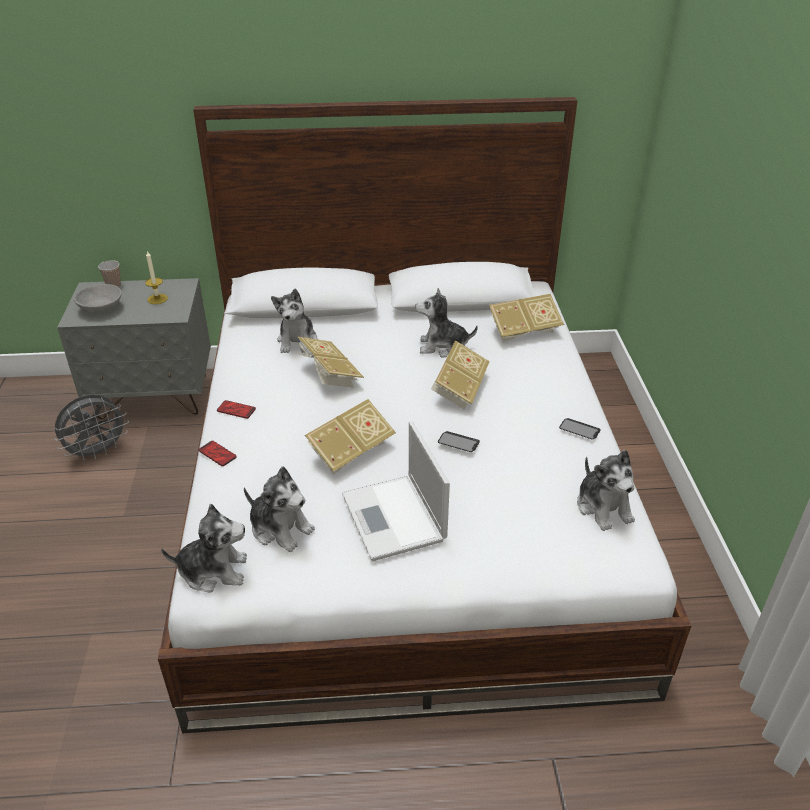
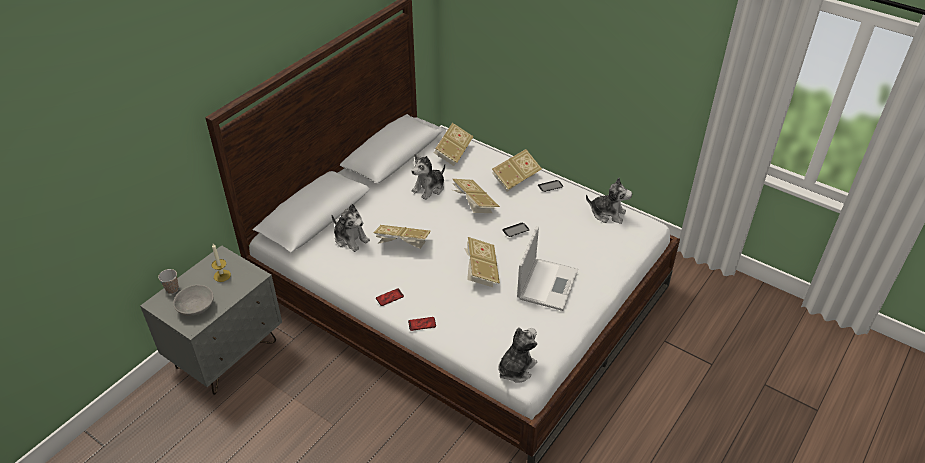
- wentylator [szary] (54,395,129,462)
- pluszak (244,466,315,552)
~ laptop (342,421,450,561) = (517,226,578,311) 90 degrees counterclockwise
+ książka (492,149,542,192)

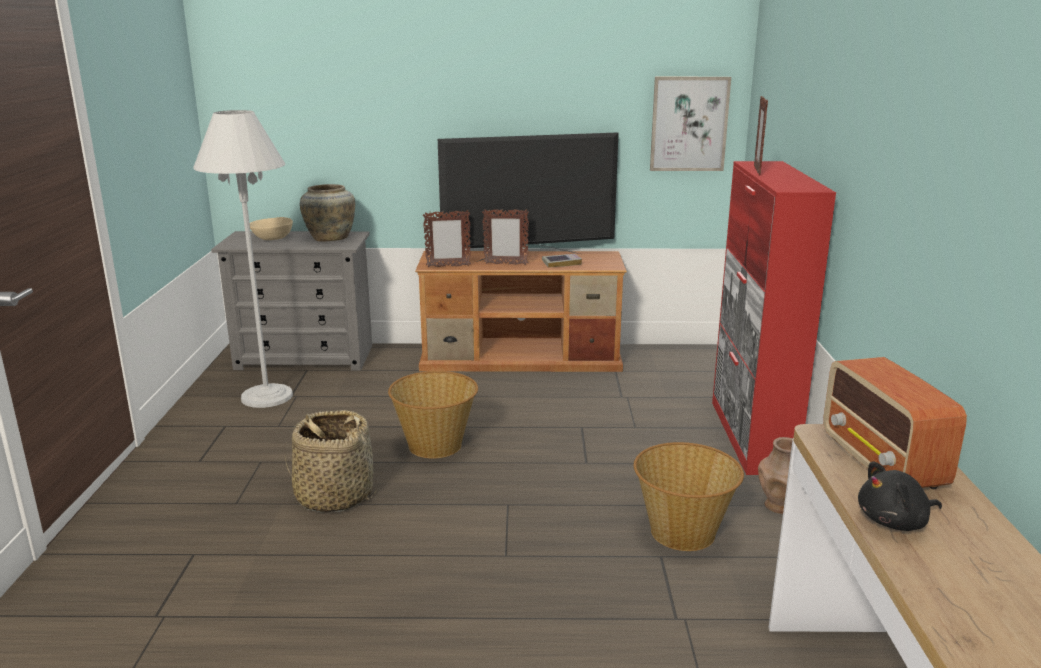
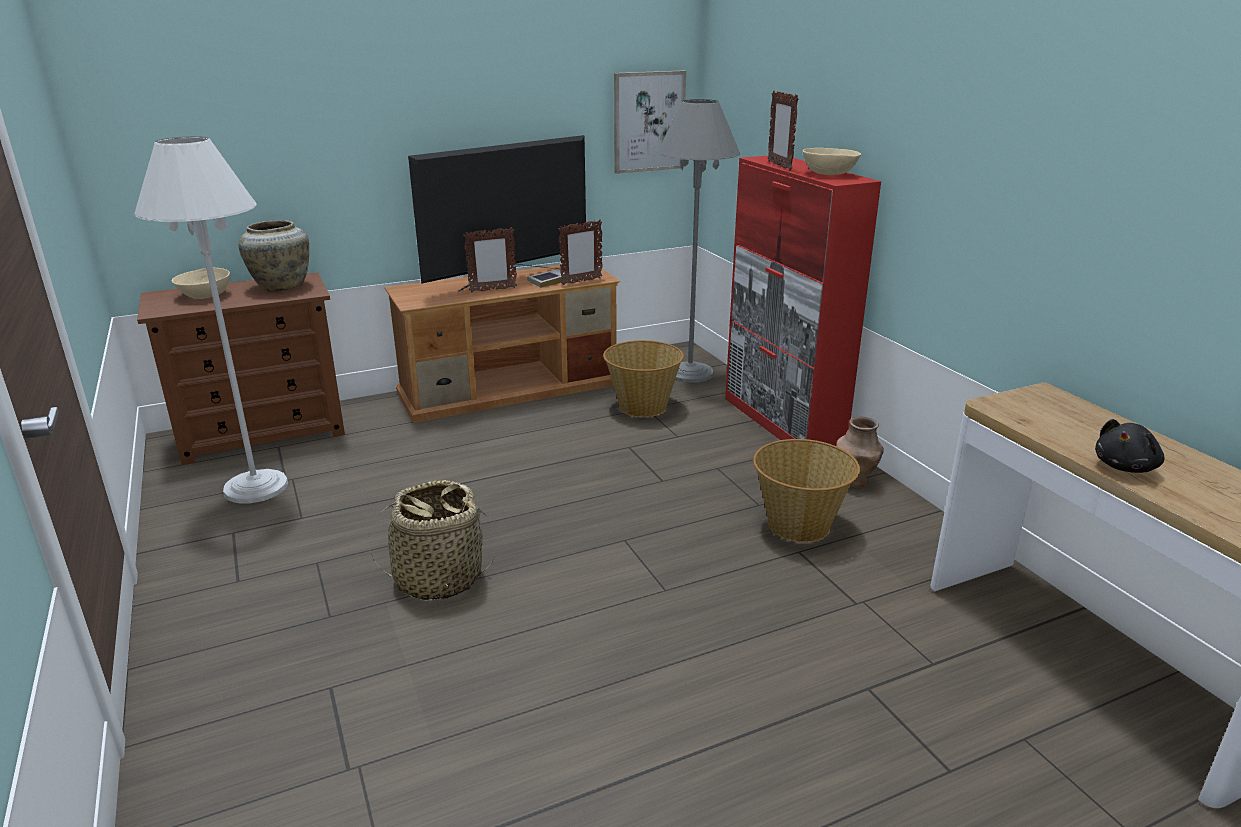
~ komoda [szary] (211,231,372,370) to komoda [brązowy] (137,272,345,465)
~ koszyk (388,371,478,458) to (603,340,684,417)
~ ramka na zdjęcie (423,210,471,267) to (558,220,603,285)
- radio (823,357,967,489)
+ lampa stojąca [szary] (657,99,740,383)
+ miska [beżowy] (803,148,861,175)

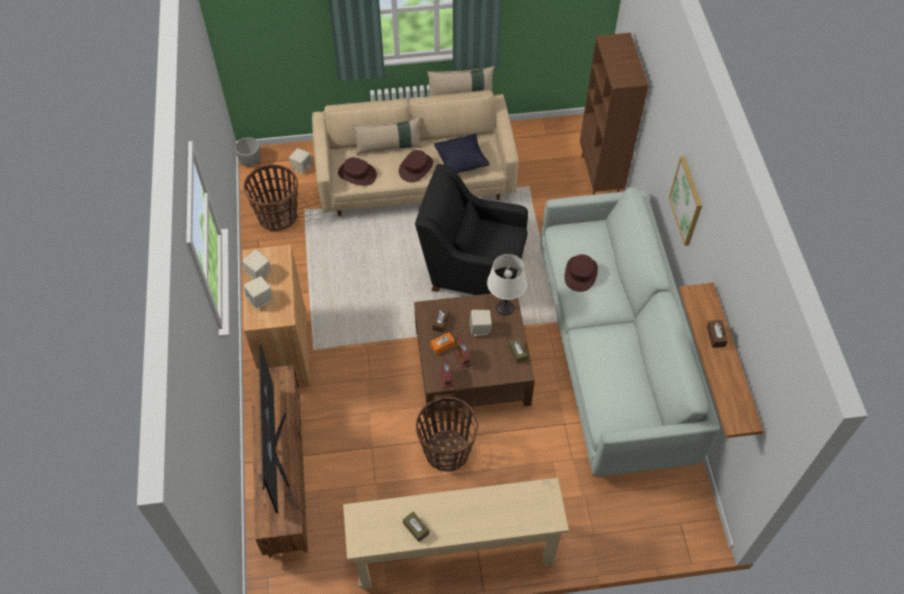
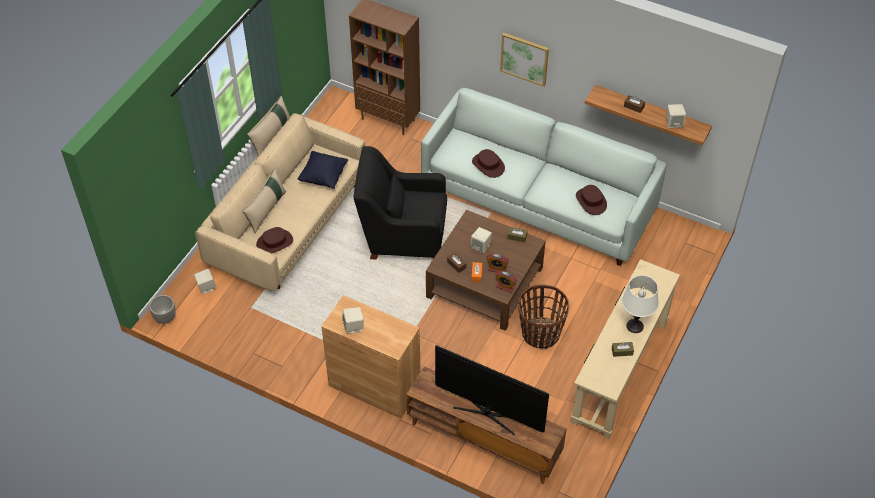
- koszyk (244,164,298,231)
~ głośnik [beżowy] (244,276,272,309) to (666,104,686,128)
~ kapelusz [brązowy] (399,150,433,182) to (576,185,607,215)
~ fotel [czarny] (415,164,528,295) = (353,146,447,260) 45 degrees clockwise
~ lampa stołowa [biały] (487,254,527,316) to (622,275,659,333)

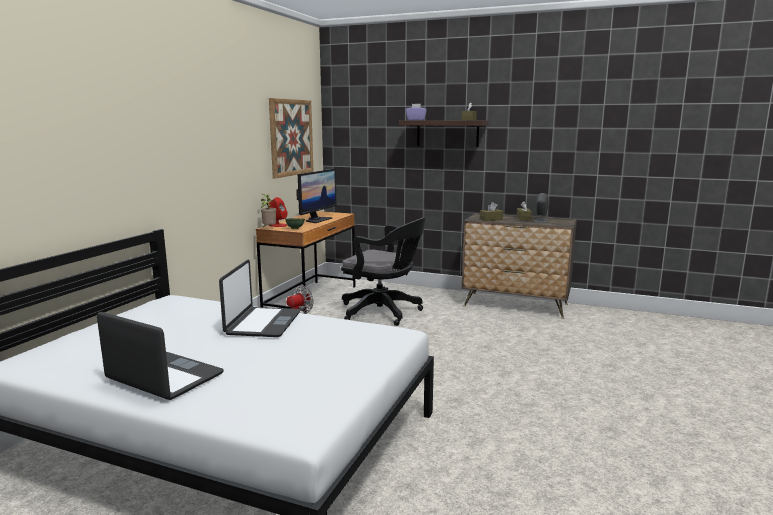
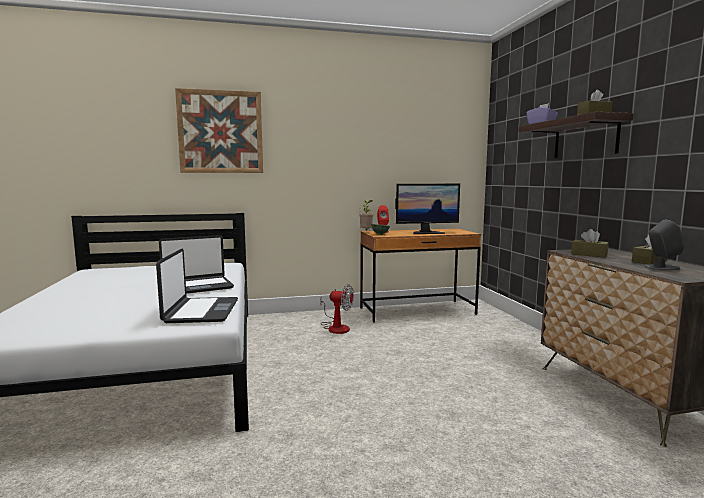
~ laptop (97,312,224,400) to (156,248,238,323)
~ obraz (269,98,314,179) to (175,88,263,173)
- krzesło biurowe [czarny] (341,217,426,326)

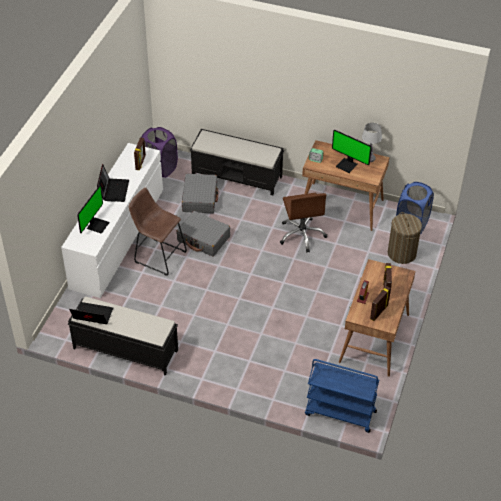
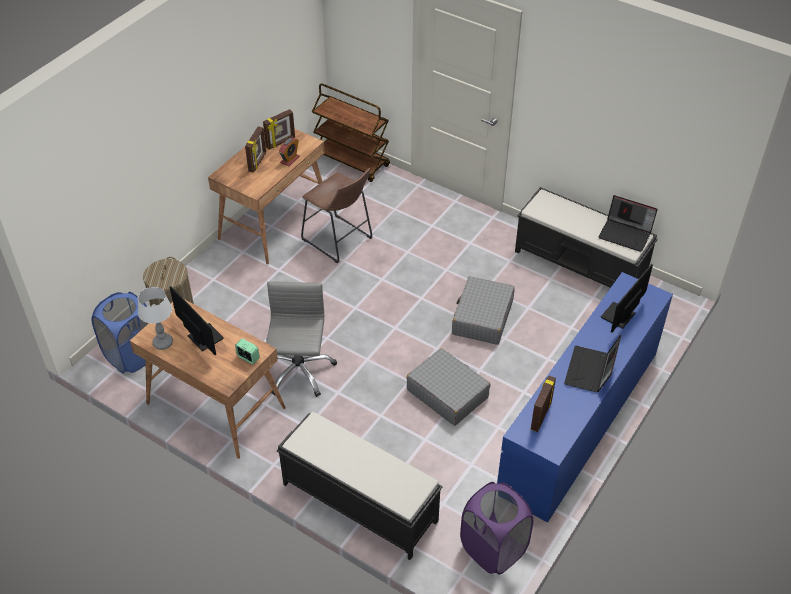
~ komoda [biały] (61,143,163,298) to komoda [niebieski] (497,272,673,523)
~ stołek [brązowy] (129,187,187,276) to (301,168,372,264)
~ walizka [szary] (182,174,218,213) to (452,276,515,345)
~ krzesło biurowe [brązowy] (280,193,327,253) to krzesło biurowe [szary] (266,281,337,397)
~ wózek [niebieski] (305,359,379,433) to wózek [brązowy] (312,83,390,182)

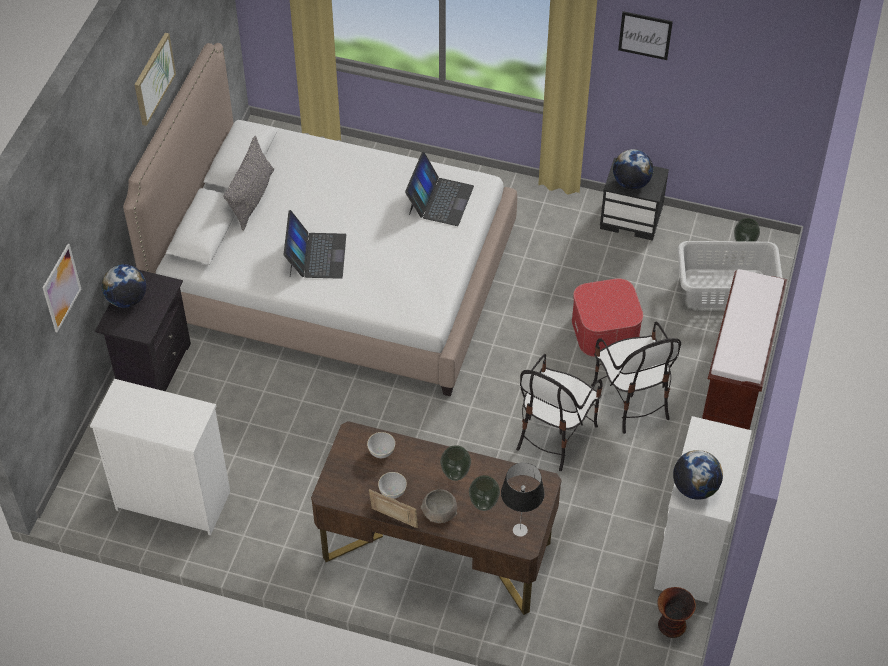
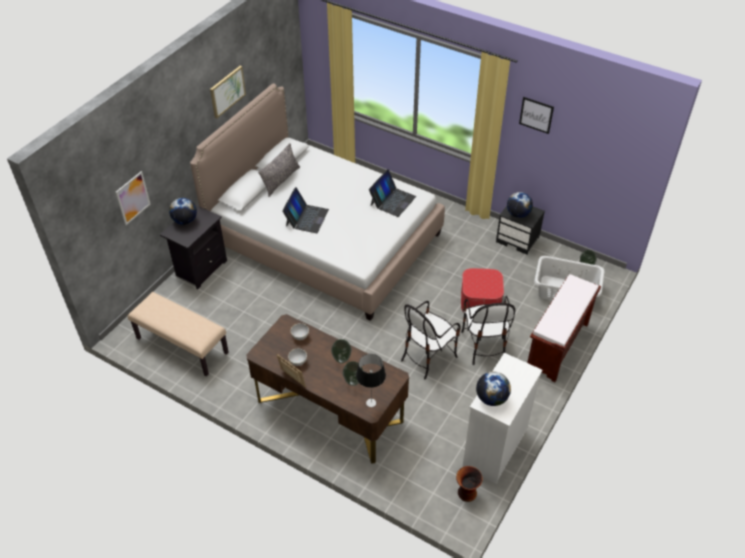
~ komoda [biały] (90,379,230,536) to ławka [beżowy] (128,292,229,376)
- miska [szary] (421,489,457,523)

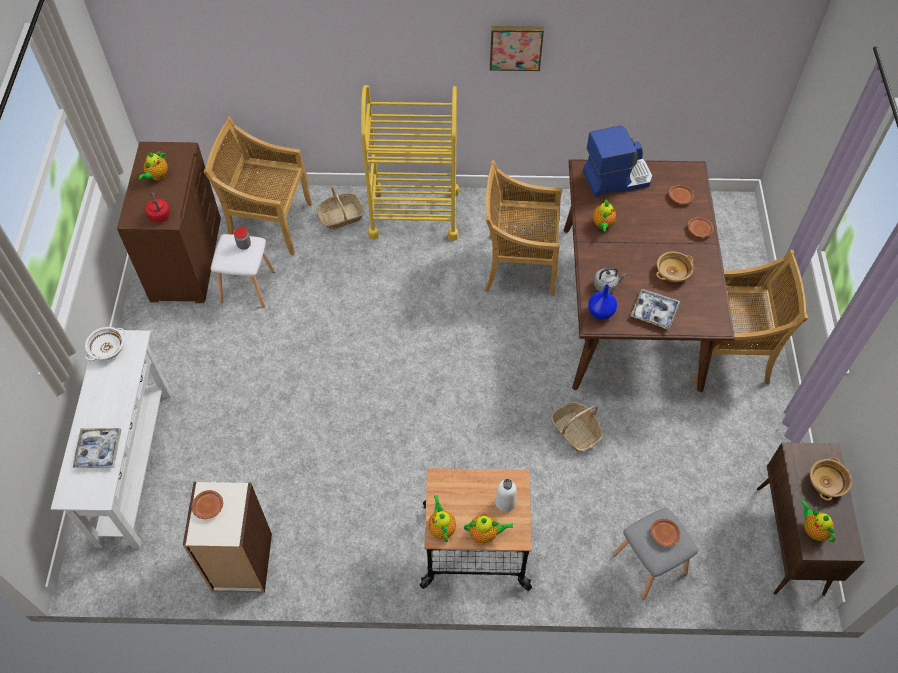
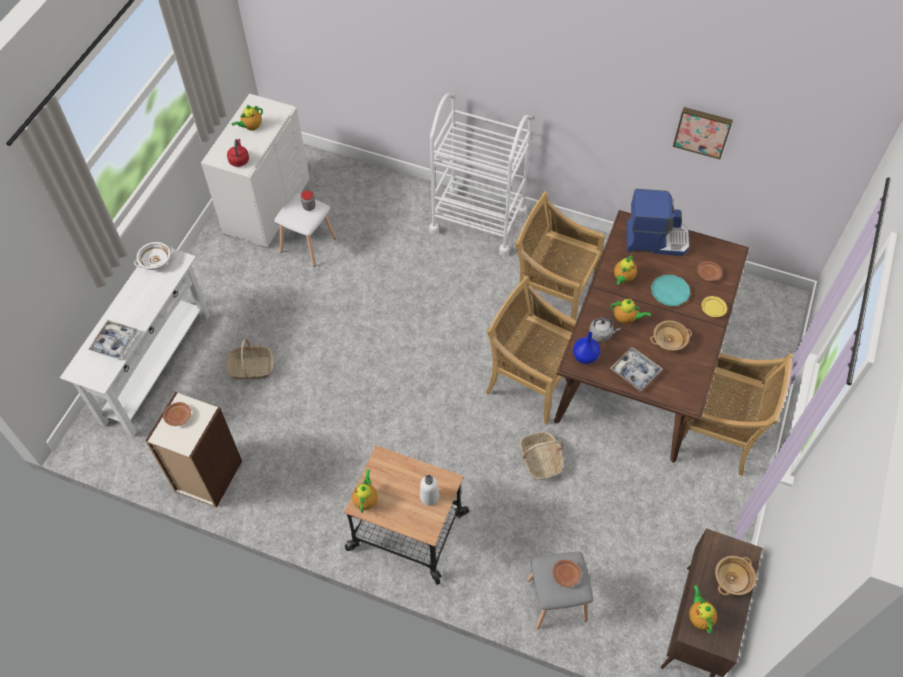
~ komoda [brązowy] (117,142,221,303) to komoda [biały] (201,94,310,248)
~ krzesło [beżowy] (203,117,312,256) to (485,276,576,425)
~ koszyk (316,187,365,229) to (226,339,273,379)
~ wózek [żółty] (361,85,459,241) to wózek [biały] (429,93,533,256)
~ imbryk (464,514,513,543) to (611,299,651,324)
~ obraz (490,26,544,71) to (673,107,733,159)
~ talerz [brązowy] (687,217,714,237) to talerz [żółty] (701,296,727,317)
+ talerz [turkusowy] (651,275,691,306)

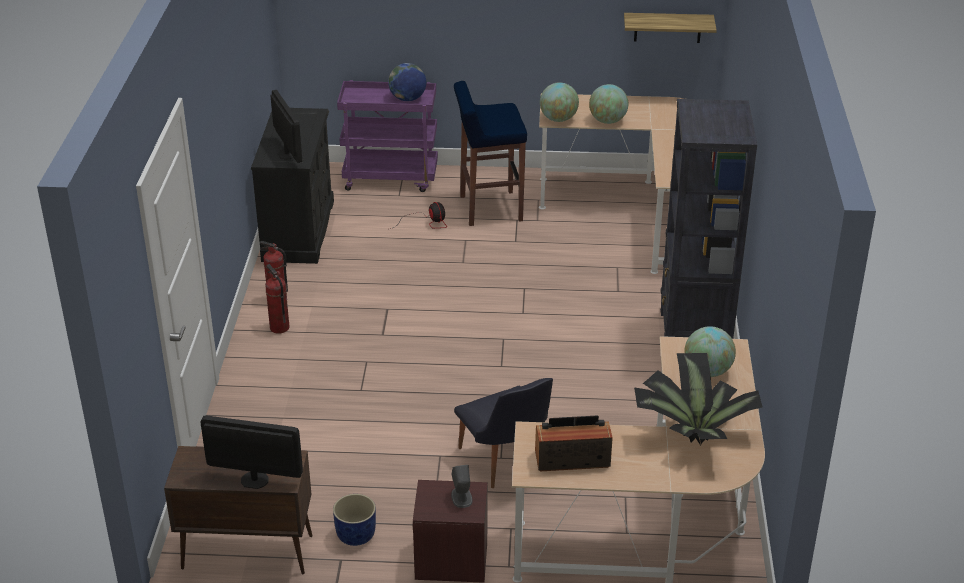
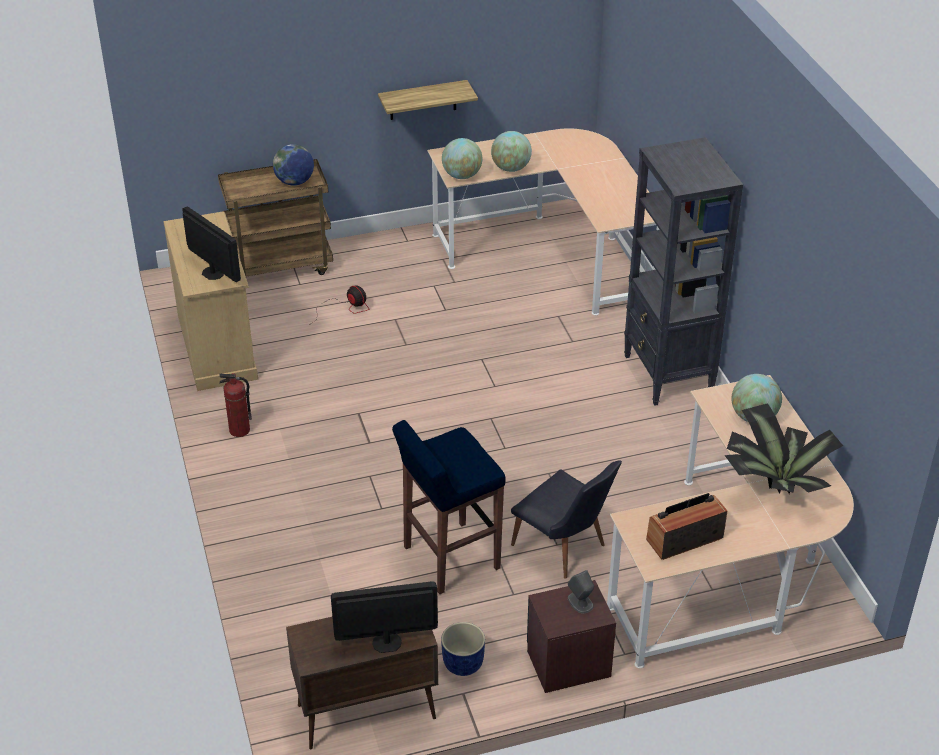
~ komoda [czarny] (251,108,334,264) to komoda [beżowy] (163,211,258,391)
- gaśnica (265,264,290,334)
~ wózek [fioletowy] (337,80,438,192) to wózek [brązowy] (218,159,333,277)
~ stołek [niebieski] (454,81,527,226) to (392,420,505,594)
~ półka (624,13,717,43) to (378,80,478,120)

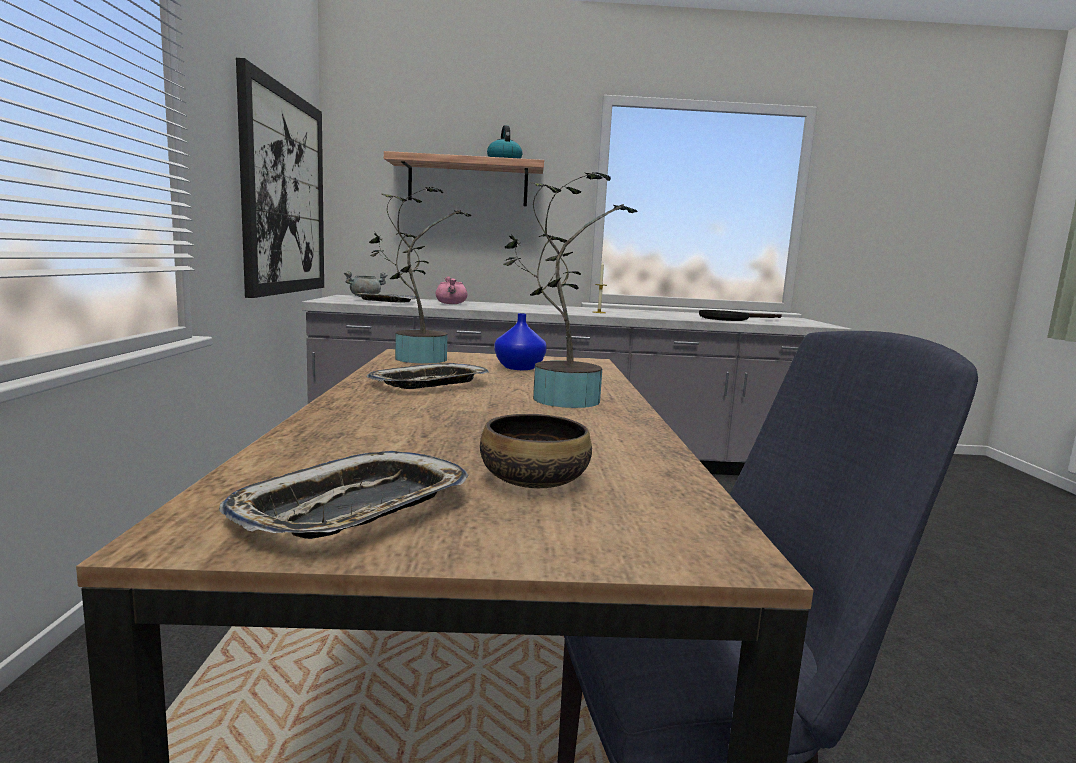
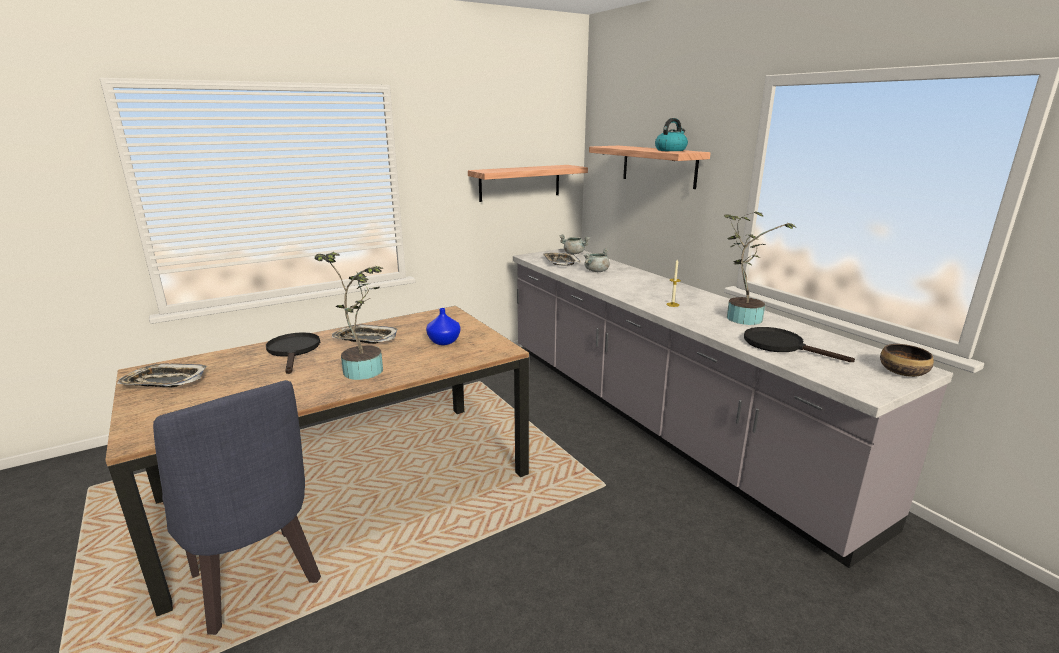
~ obraz (236,58,324,298) to półka (468,165,588,202)
~ roślina doniczkowa (369,187,471,363) to (724,211,797,325)
~ garnek [różowy] (436,276,467,304) to garnek [szary] (583,248,610,272)
~ miska (480,414,592,488) to (880,344,934,377)
+ patelnia [czarny] (266,332,320,374)

